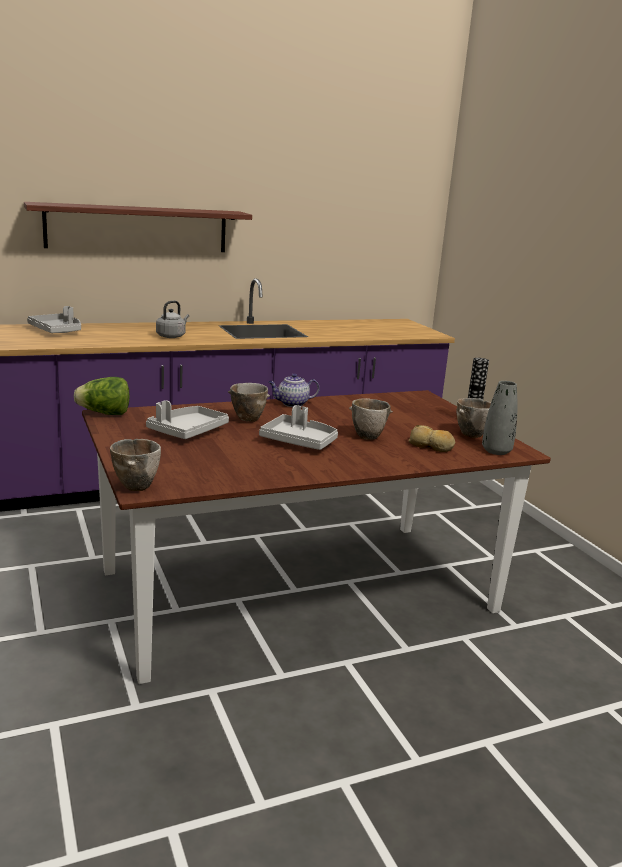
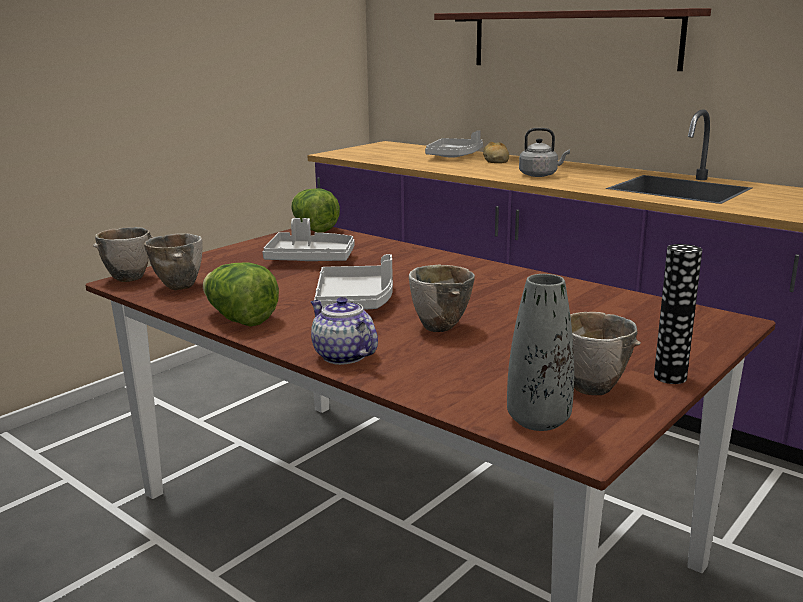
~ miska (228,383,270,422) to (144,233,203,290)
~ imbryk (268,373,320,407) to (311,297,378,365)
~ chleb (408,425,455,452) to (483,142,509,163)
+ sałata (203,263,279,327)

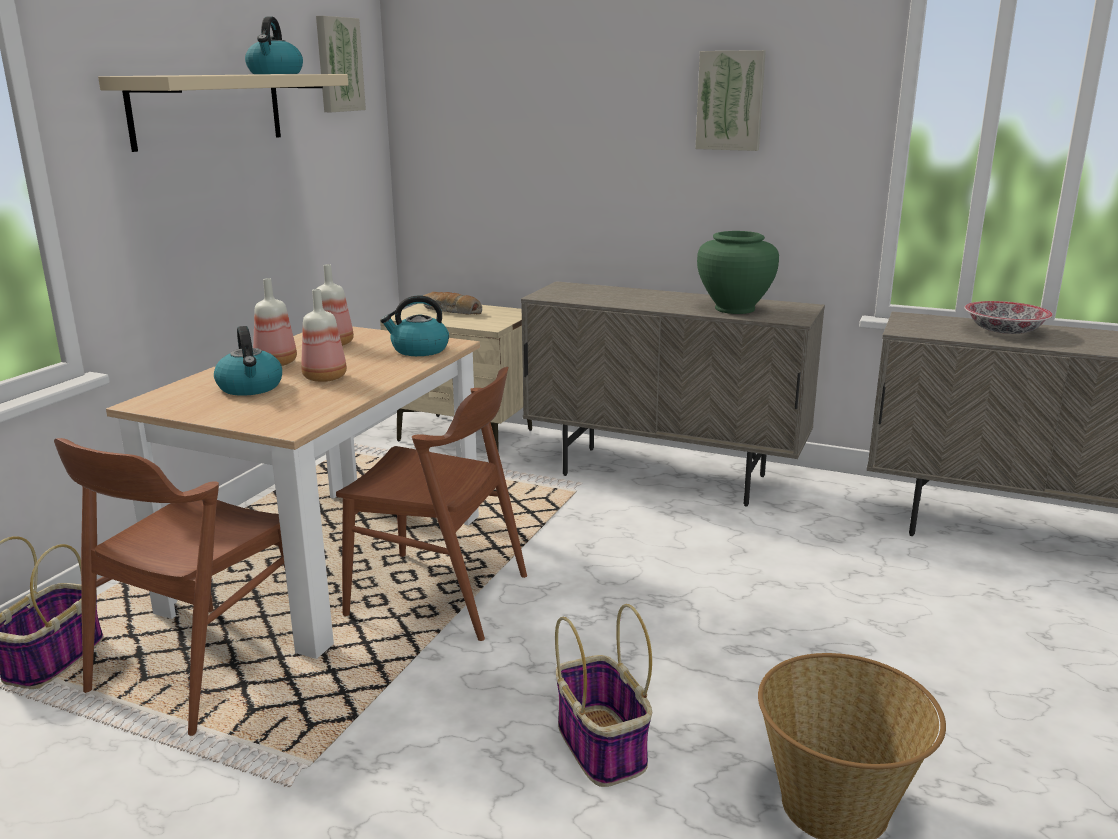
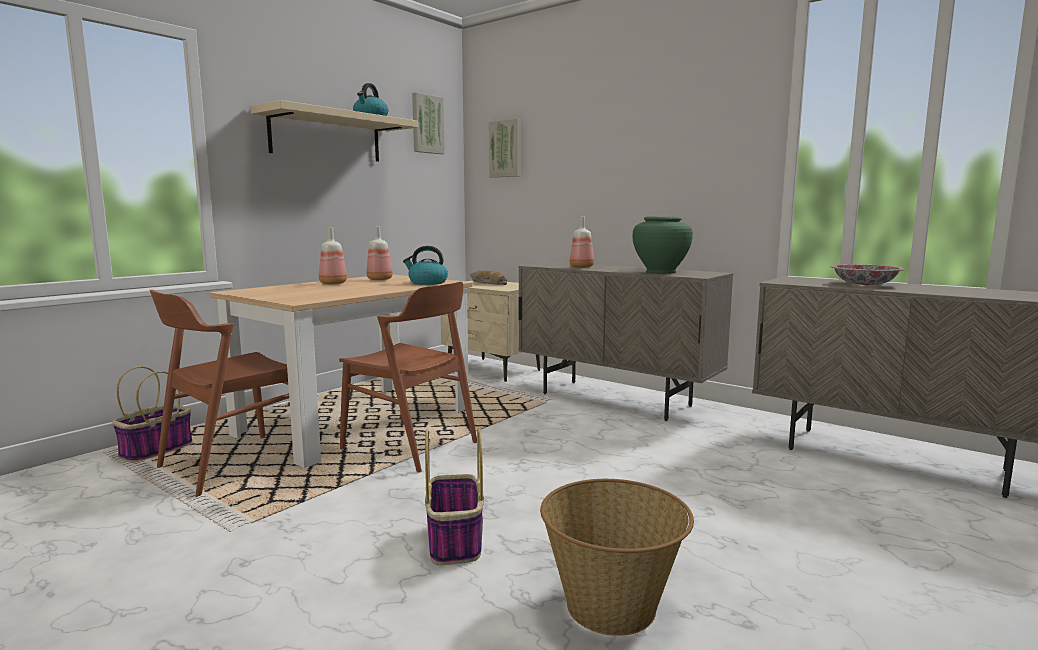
- czajnik (214,326,282,396)
~ butelka (301,289,347,382) to (570,217,594,268)
~ obraz (695,50,766,151) to (489,119,521,178)

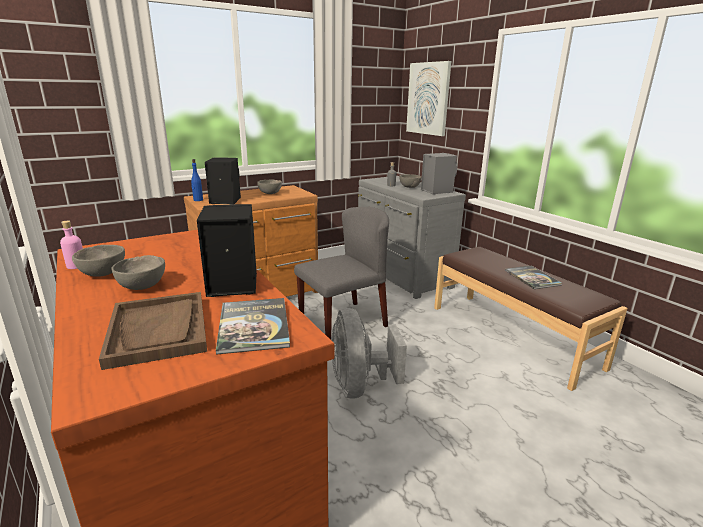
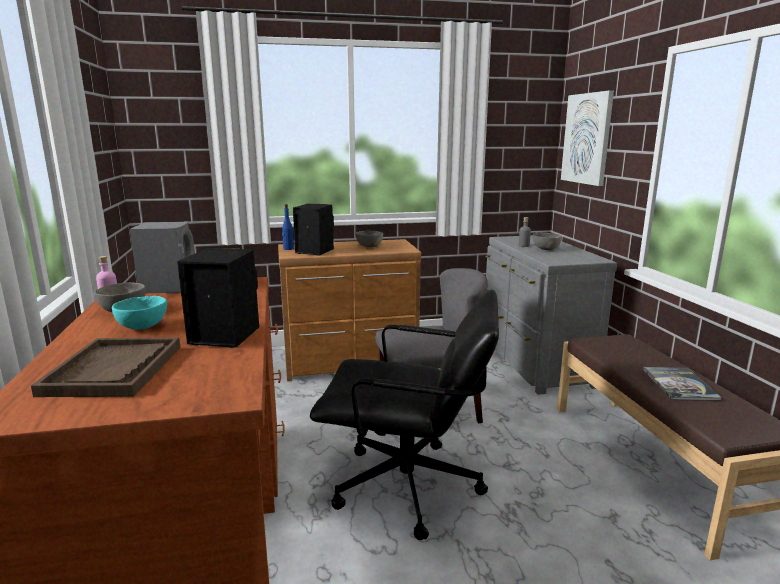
~ miska [szary] (111,255,165,290) to miska [turkusowy] (112,296,167,330)
- książka (216,298,290,355)
~ wentylator [szary] (331,308,407,399) to krzesło biurowe [czarny] (310,289,499,540)
~ głośnik [szary] (421,153,457,194) to (130,222,195,294)

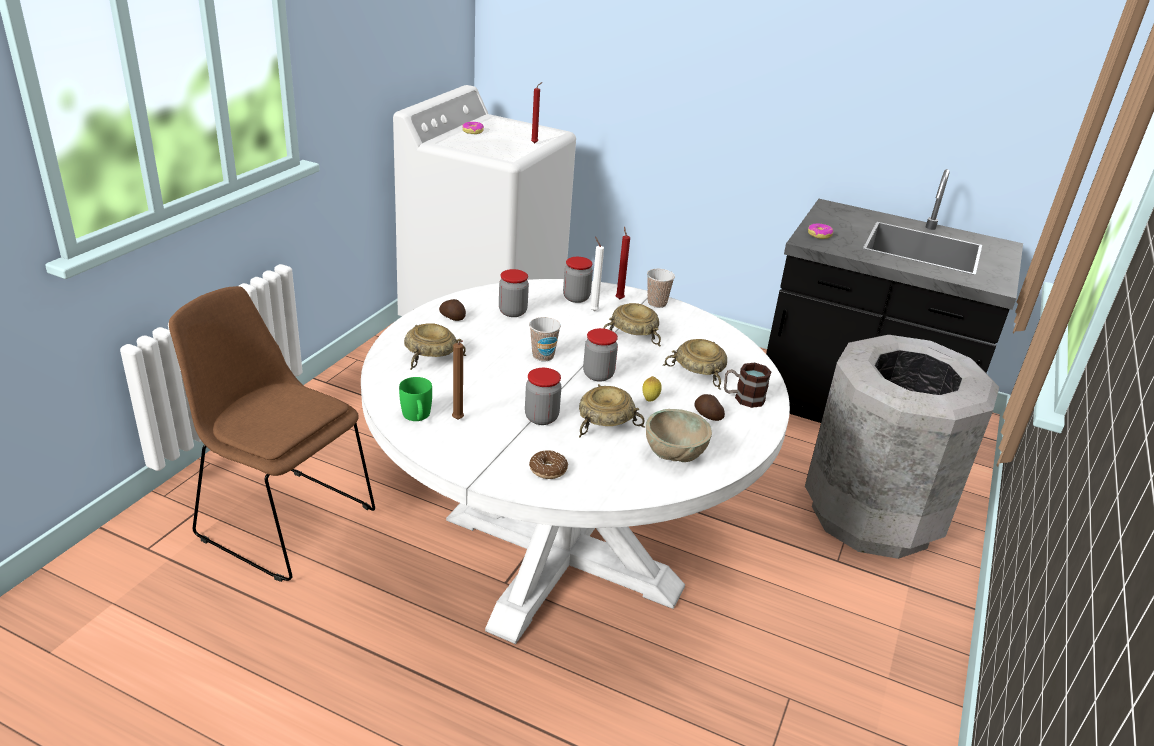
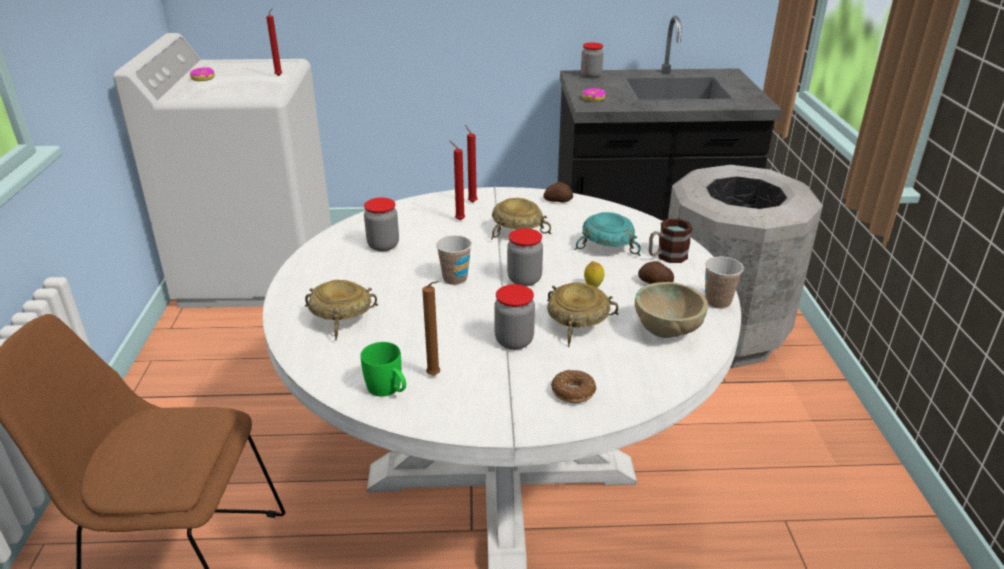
~ ziemniak (439,299,466,321) to (544,182,573,202)
~ słoik (563,257,593,303) to (581,43,604,78)
~ świeca [biały] (590,237,604,311) to świeca [czerwony] (450,141,465,220)
~ filiżanka (647,269,675,308) to (705,257,744,309)
~ miska [beżowy] (663,339,727,390) to miska [turkusowy] (574,212,641,256)

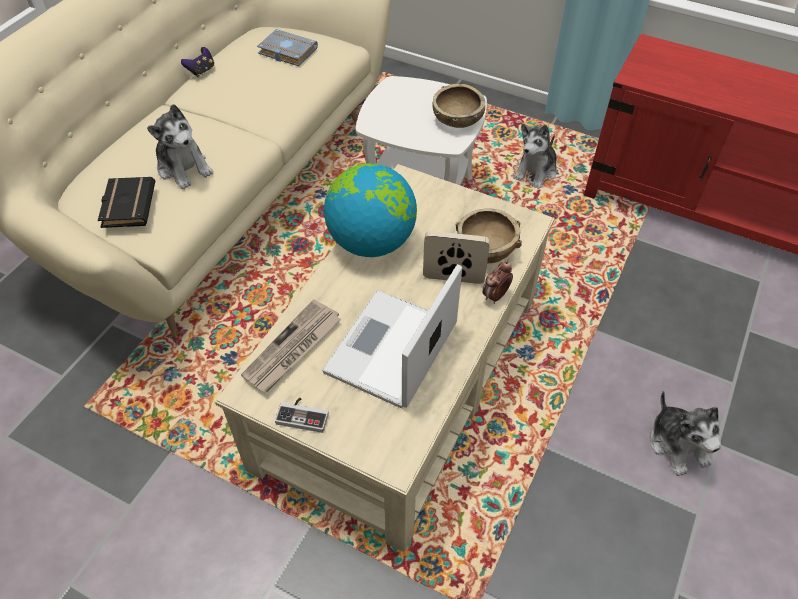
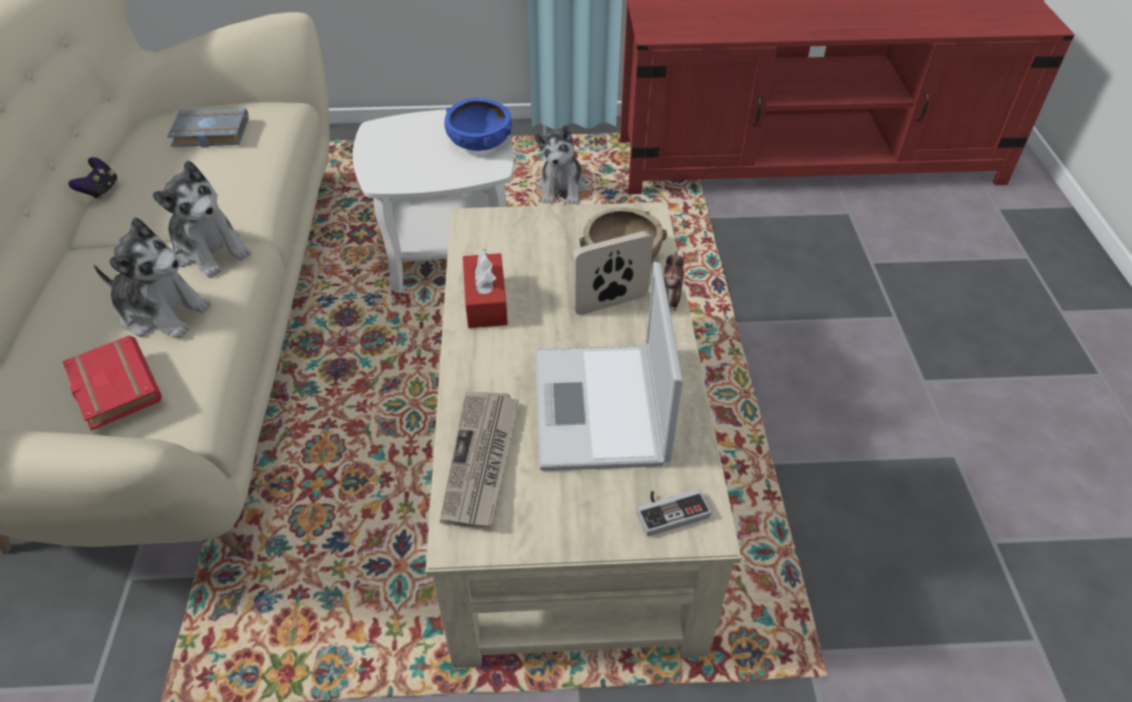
~ książka [czarny] (98,177,155,228) to książka [czerwony] (63,335,162,430)
~ pad do gier (275,398,329,433) to (636,489,711,536)
~ globus (324,163,417,257) to pudełko chusteczek [czerwony] (463,249,508,328)
~ miska [brązowy] (433,84,485,128) to miska [niebieski] (444,98,512,151)
~ pluszak (650,391,721,476) to (152,160,252,278)

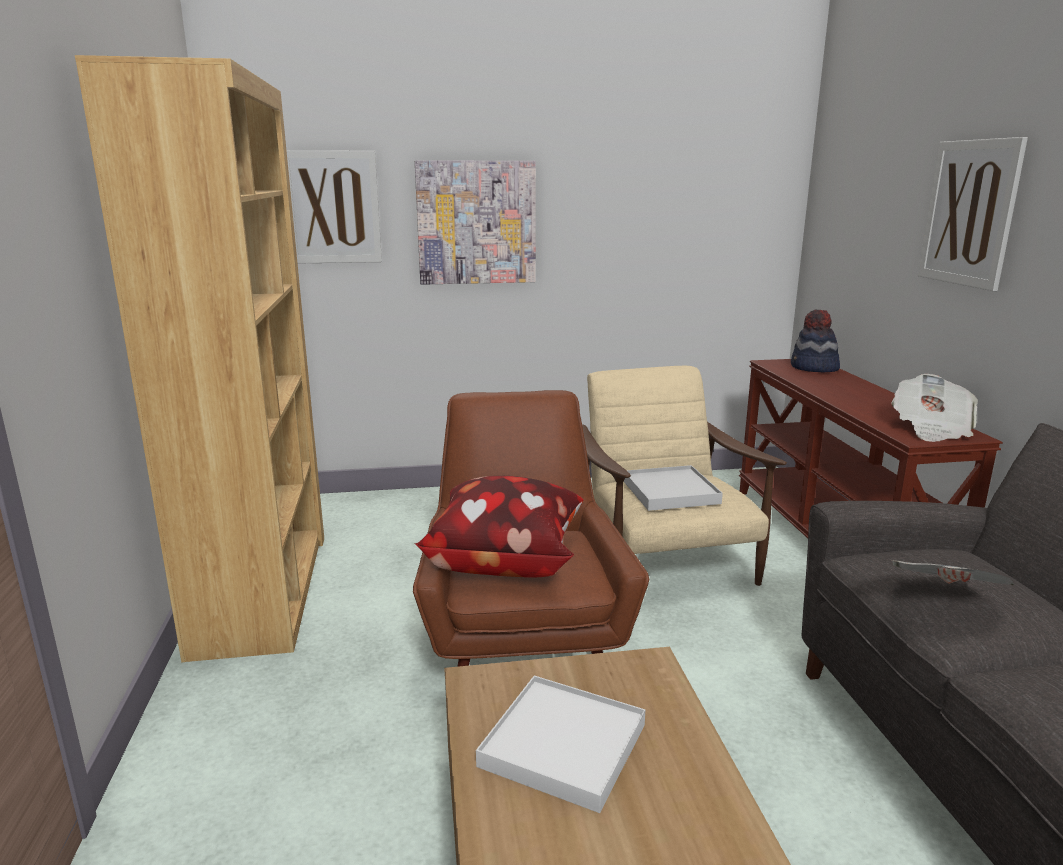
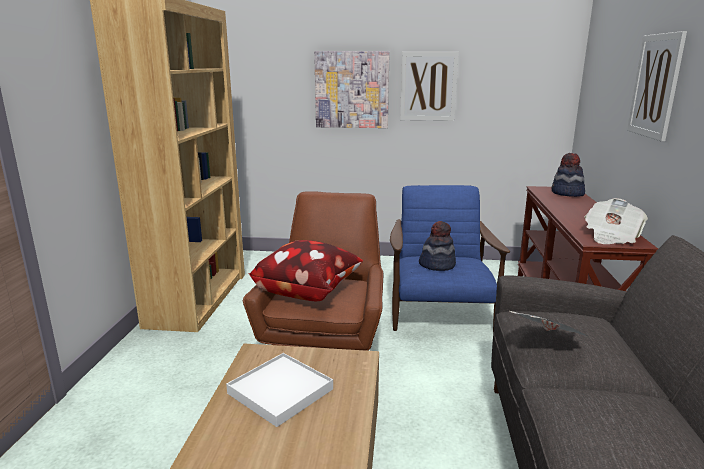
~ obraz (286,150,382,264) to (400,52,459,121)
~ fotel [beżowy] (582,366,787,586) to fotel [niebieski] (390,185,510,332)
~ taca [biały] (624,465,723,511) to kapelusz (419,221,456,271)

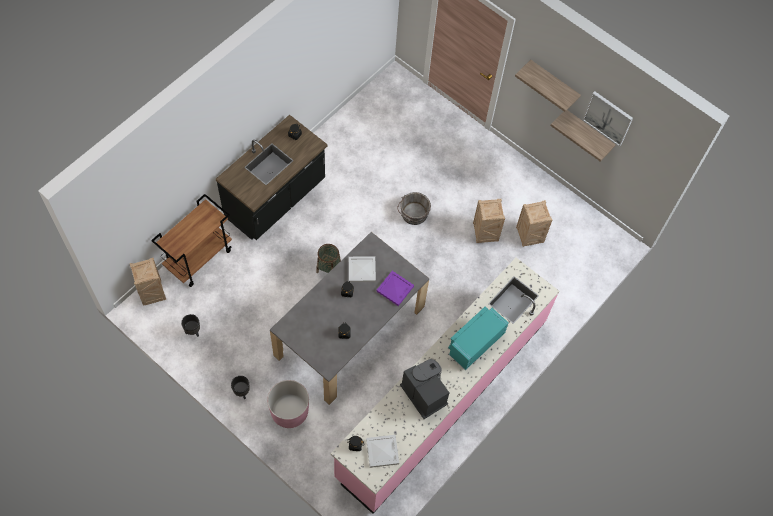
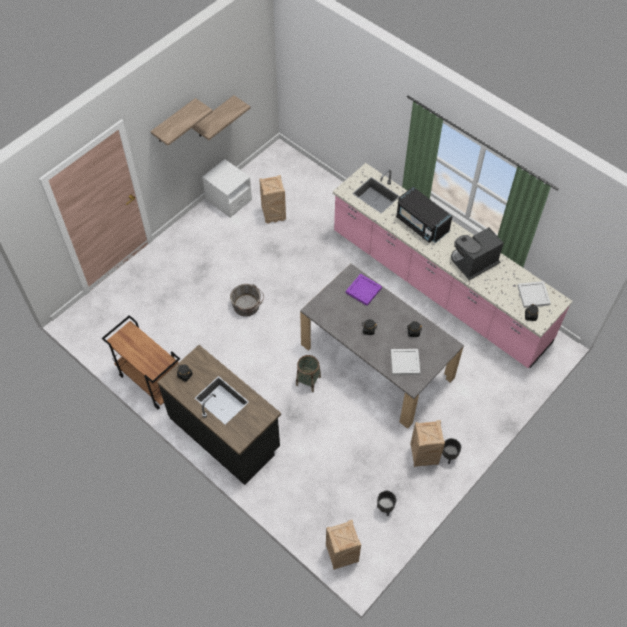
~ wózek [brązowy] (151,194,232,287) to (102,315,180,409)
- donica [różowy] (267,380,309,428)
~ taca [biały] (349,257,376,282) to (391,349,420,375)
~ mikrofalówka [turkusowy] (448,306,509,370) to mikrofalówka [czarny] (396,187,453,243)
~ skrzynka (473,198,505,243) to (410,420,445,467)
- obraz (583,91,633,147)
+ szafka nocna [biały] (202,159,252,218)

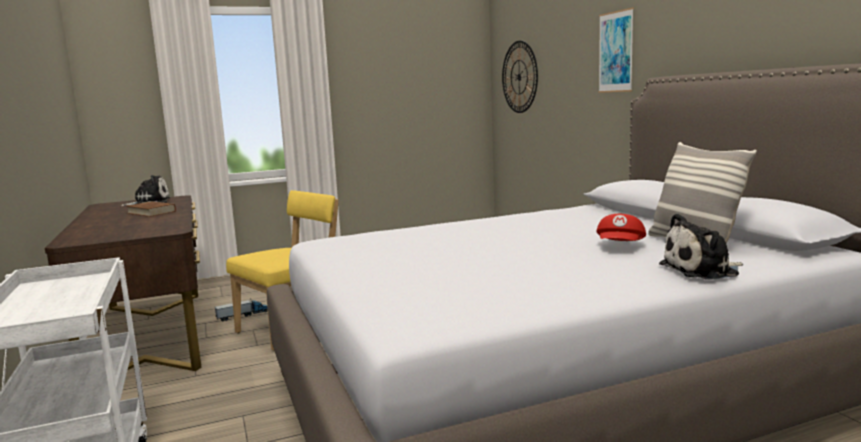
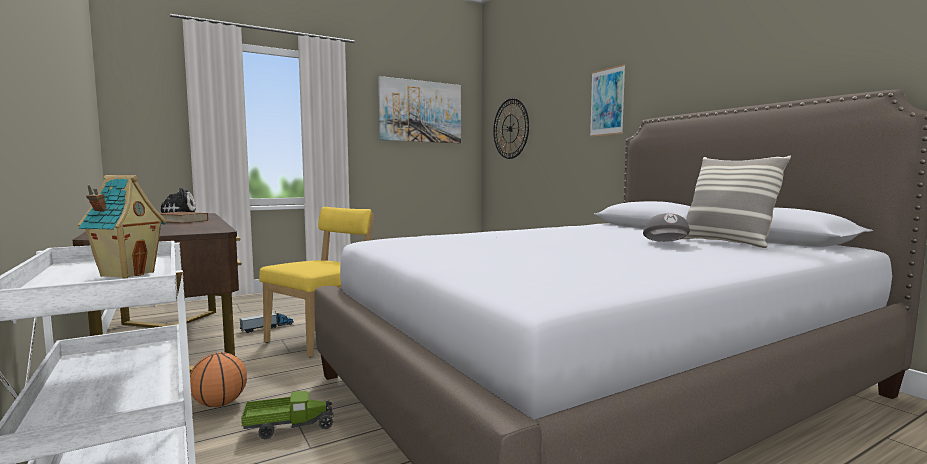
~ czapka z daszkiem [czerwony] (596,214,646,241) to czapka z daszkiem [szary] (643,213,690,242)
- pluszak (659,213,743,280)
+ domek (78,175,166,279)
+ piłka do koszykówki (190,352,247,407)
+ ciężarówka zabawkowa (241,391,334,439)
+ obraz (378,76,461,143)

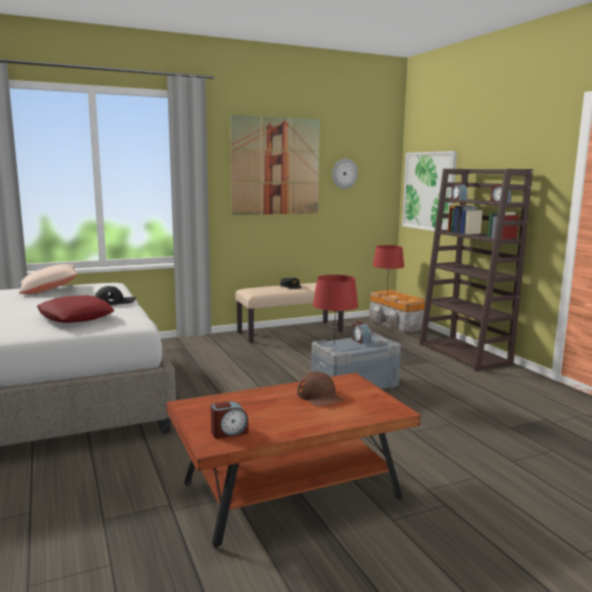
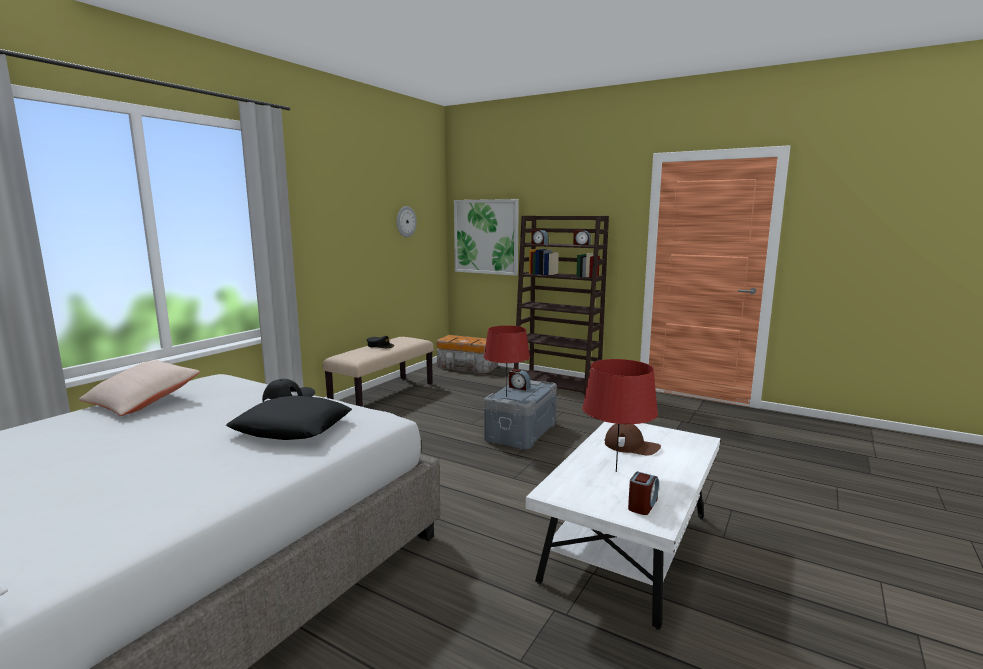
~ poduszka [czerwony] (37,295,114,323) to poduszka [czarny] (226,396,352,440)
~ ława [brązowy] (167,373,421,549) to ława [biały] (526,422,721,630)
- obraz (230,115,320,215)
~ lampa stołowa [czerwony] (372,245,404,290) to (582,359,658,472)

